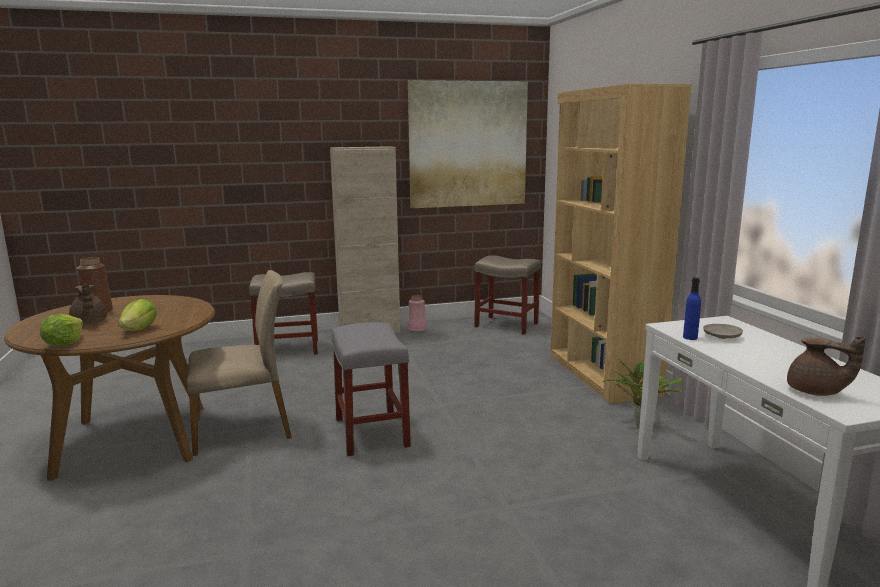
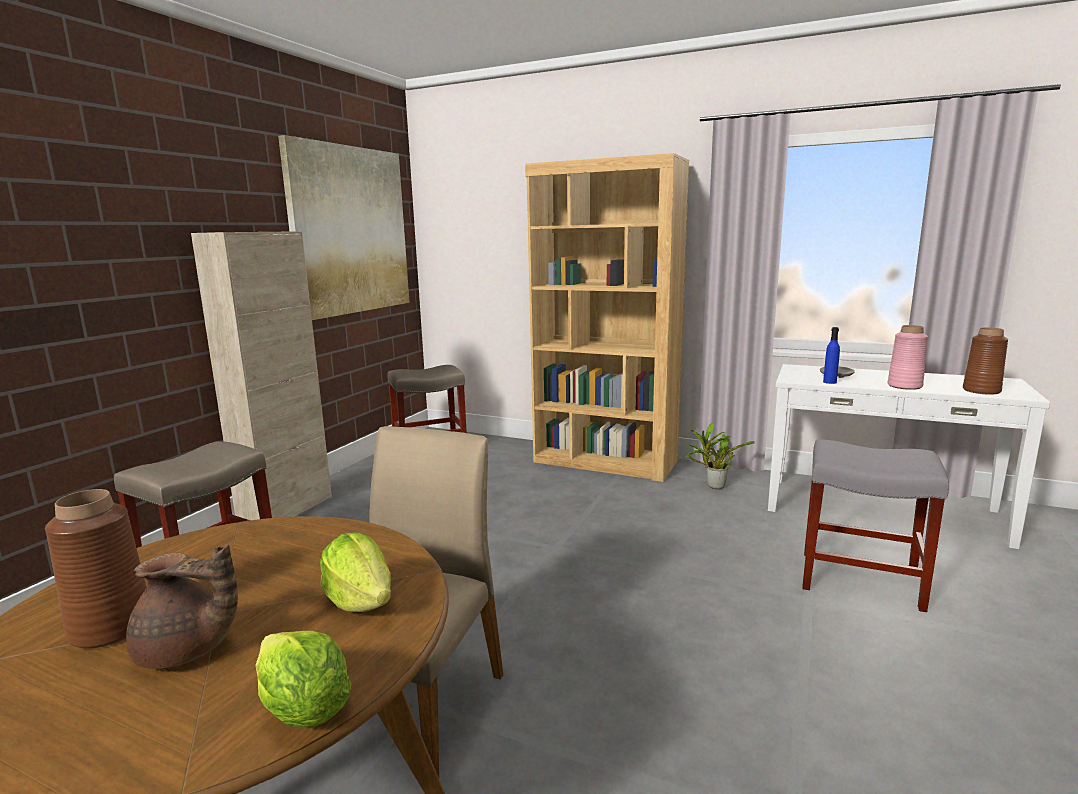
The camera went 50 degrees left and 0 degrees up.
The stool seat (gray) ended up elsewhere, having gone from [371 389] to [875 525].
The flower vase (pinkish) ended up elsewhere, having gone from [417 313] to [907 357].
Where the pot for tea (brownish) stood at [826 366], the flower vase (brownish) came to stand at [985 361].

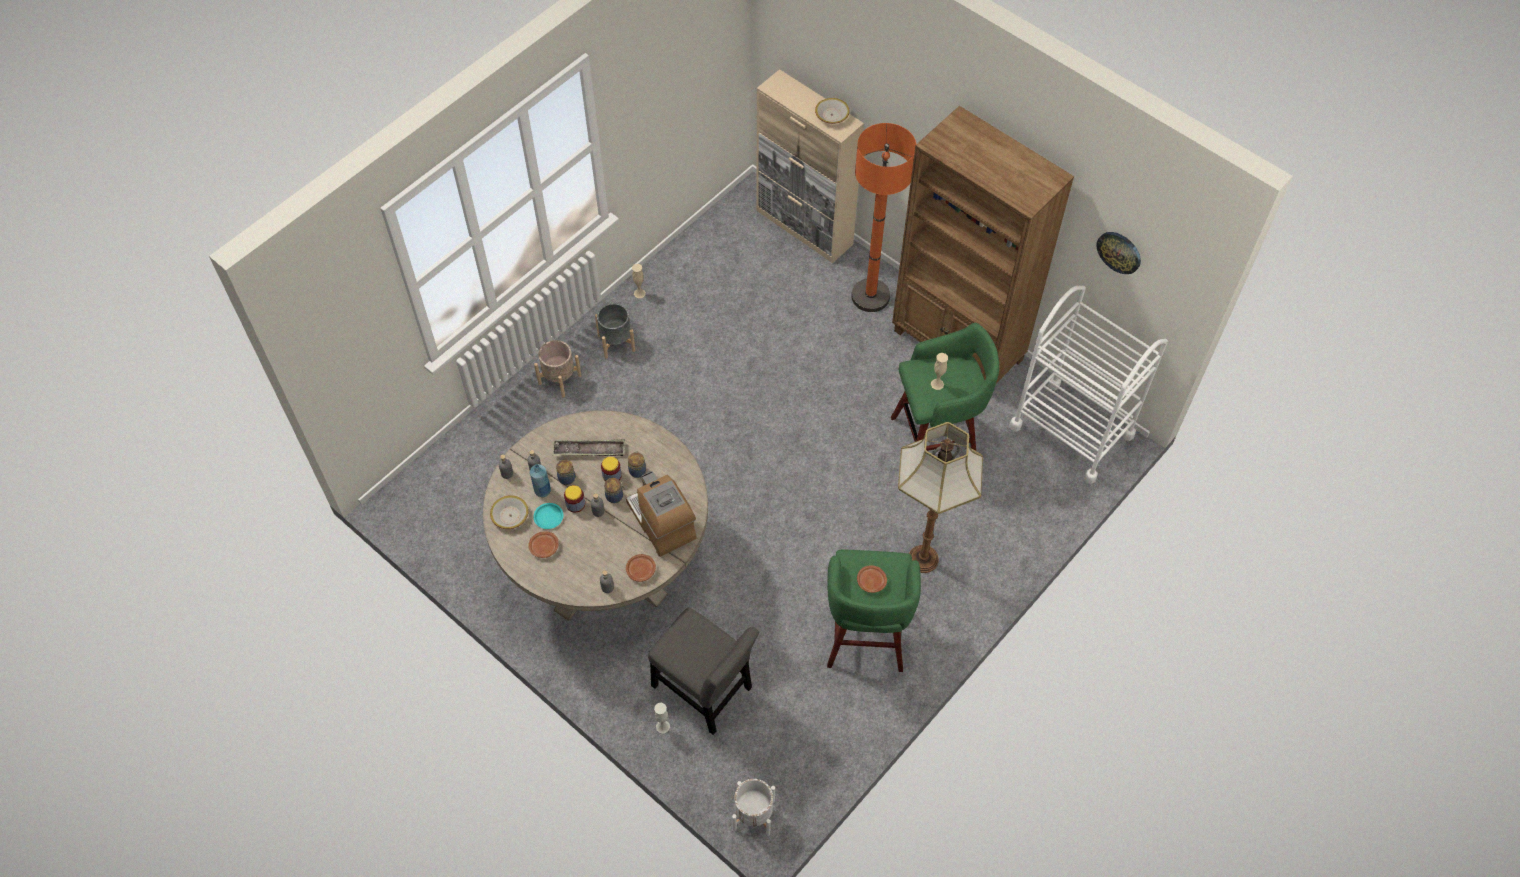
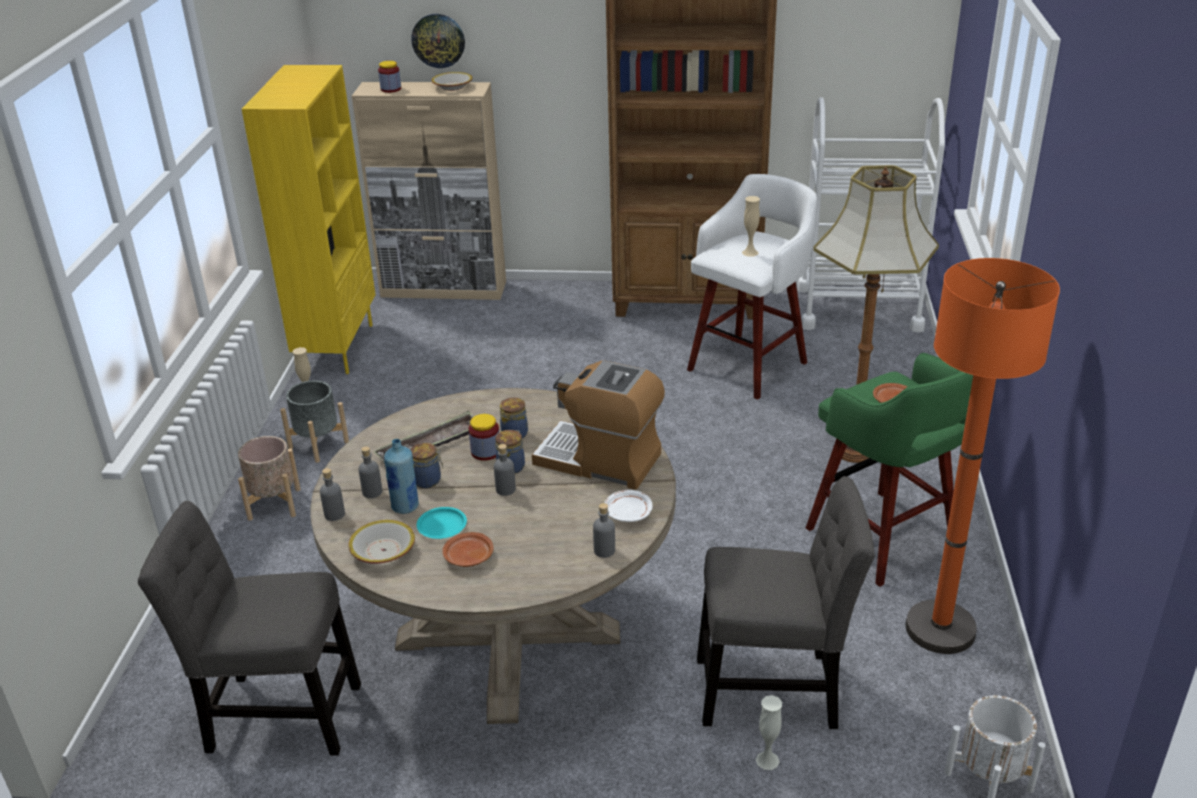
The camera went 35 degrees left and 25 degrees down.
The storage jar ended up elsewhere, having gone from [574 499] to [389 77].
What was the plate (brownish) at [641 568] turned into the plate (white-coloured) at [628 506].
The floor lamp (orangey) ended up elsewhere, having gone from [883 217] to [982 456].
What was the stool seat (green-coloured) at [945 387] turned into the stool seat (white-coloured) at [752 287].
The hanging clock ended up elsewhere, having gone from [1118 253] to [438 41].
The second view gained the plain chair (gray) at [249 628].
The second view gained the bookshelf (yellowish) at [309 219].

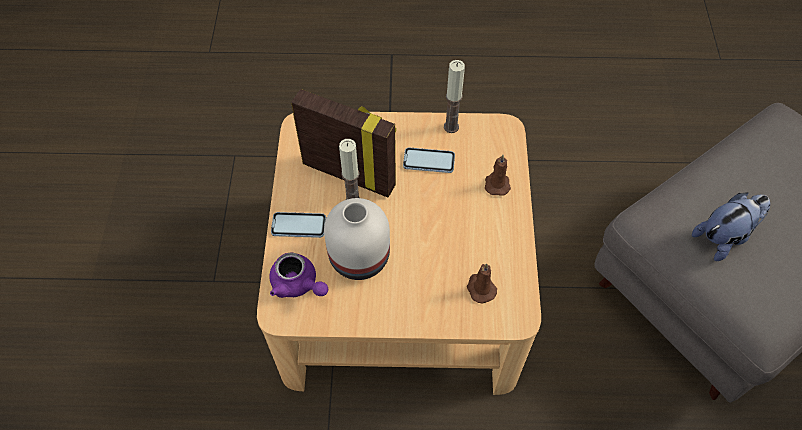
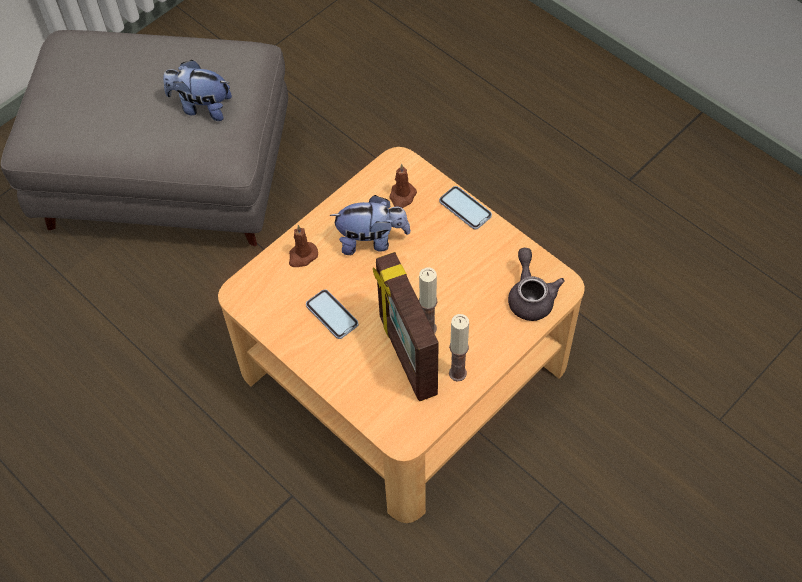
The camera went 135 degrees left and 0 degrees up.
What was the pot for tea (purplish) at [298 275] turned into the pot for tea (gray) at [536 284].
The telephone ended up elsewhere, having gone from [298 225] to [465 208].
The second view lost the flower vase (white-coloured) at [357 239].
The candle ended up elsewhere, having gone from [454 96] to [459 348].
The second view gained the soft toy at [370 225].

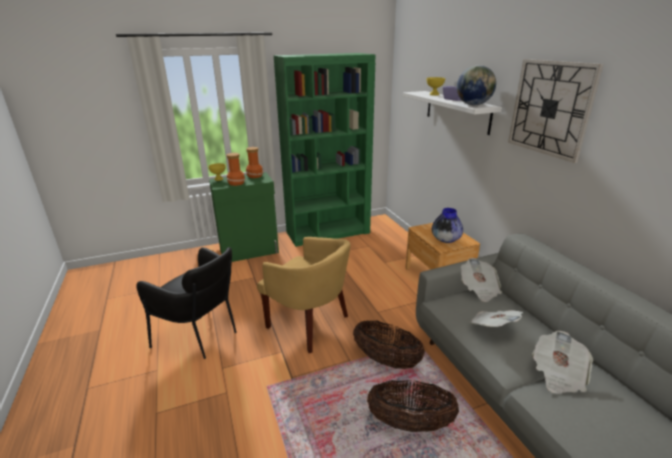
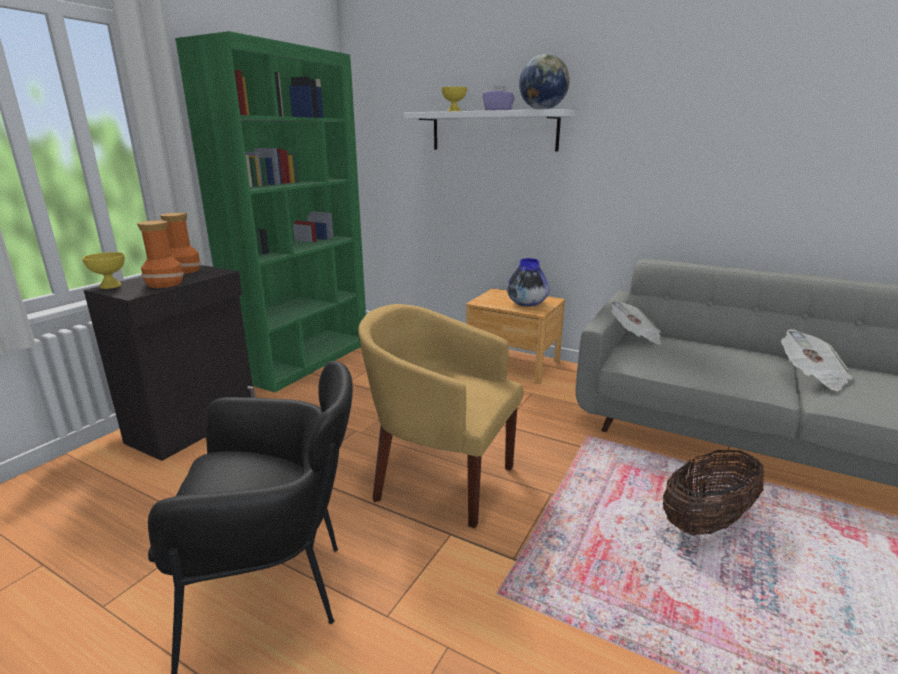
The camera went 40 degrees left and 5 degrees down.
What was the storage cabinet (green-coloured) at [244 217] turned into the storage cabinet (blackish) at [169 363].
The lounge chair (yellowish) at [304 295] ended up facing another way, 150 degrees counterclockwise from before.
The second view lost the household basket at [389 345].
The second view lost the printed paper at [496 318].
The second view lost the hanging clock at [556 111].

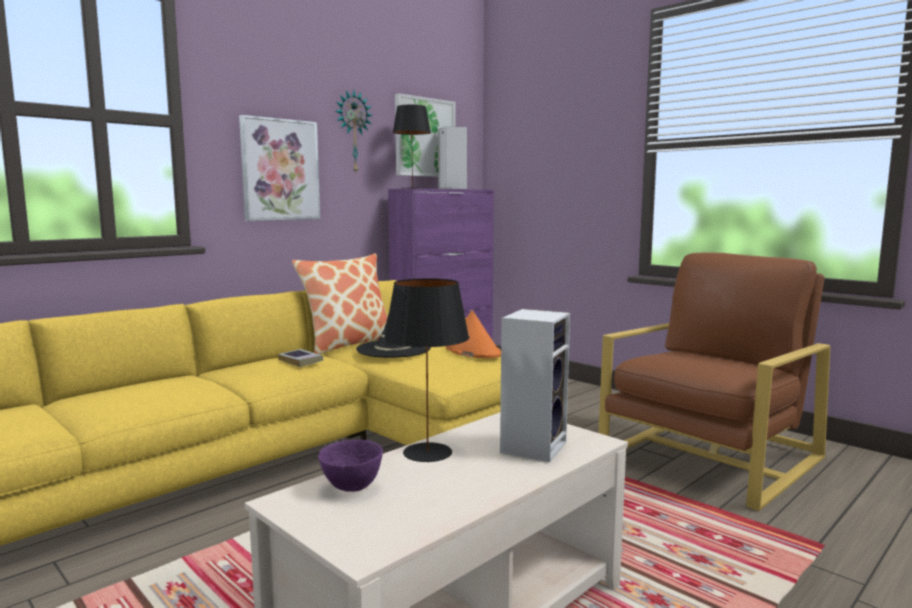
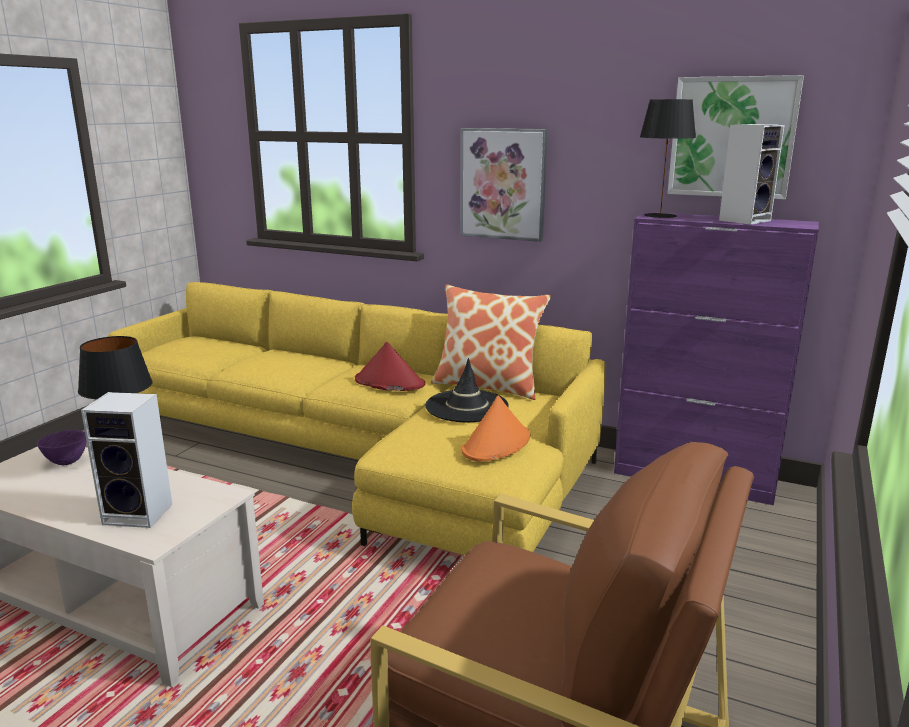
The camera went 70 degrees right and 10 degrees up.
Where the volume stood at [300 358], the hat (reddish) came to stand at [390 366].
The second view lost the hanging clock at [354 131].

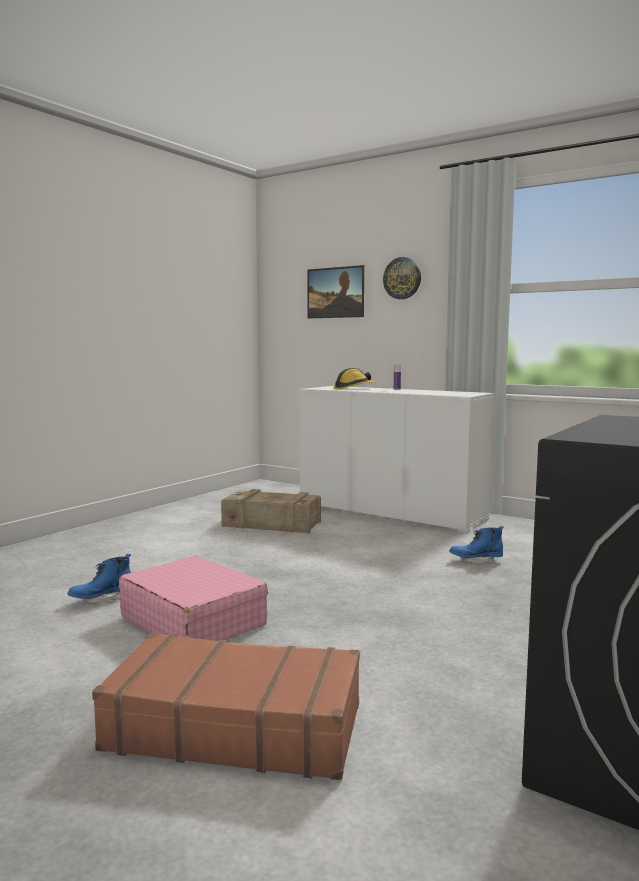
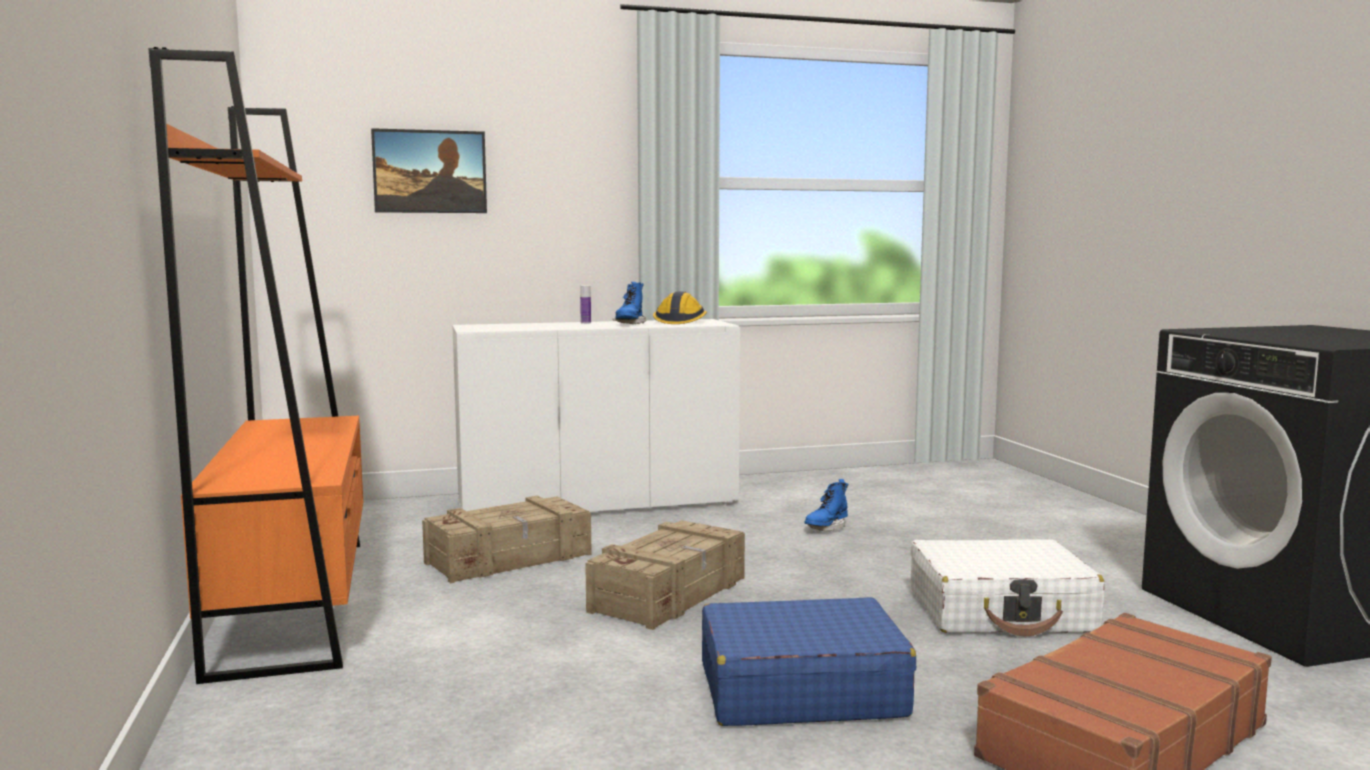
The camera went 50 degrees left and 0 degrees up.
The boot (blue) ended up elsewhere, having gone from [99 579] to [629 303].
What was the travel case (pinkish) at [193 598] turned into the travel case (blue) at [809 661].
The work helmet ended up elsewhere, having gone from [354 378] to [680 307].
The second view lost the hanging clock at [402 278].
The second view gained the bookshelf (orangey) at [256 365].
The second view gained the shipping crate at [665 575].
The second view gained the travel case (white-coloured) at [1007 587].

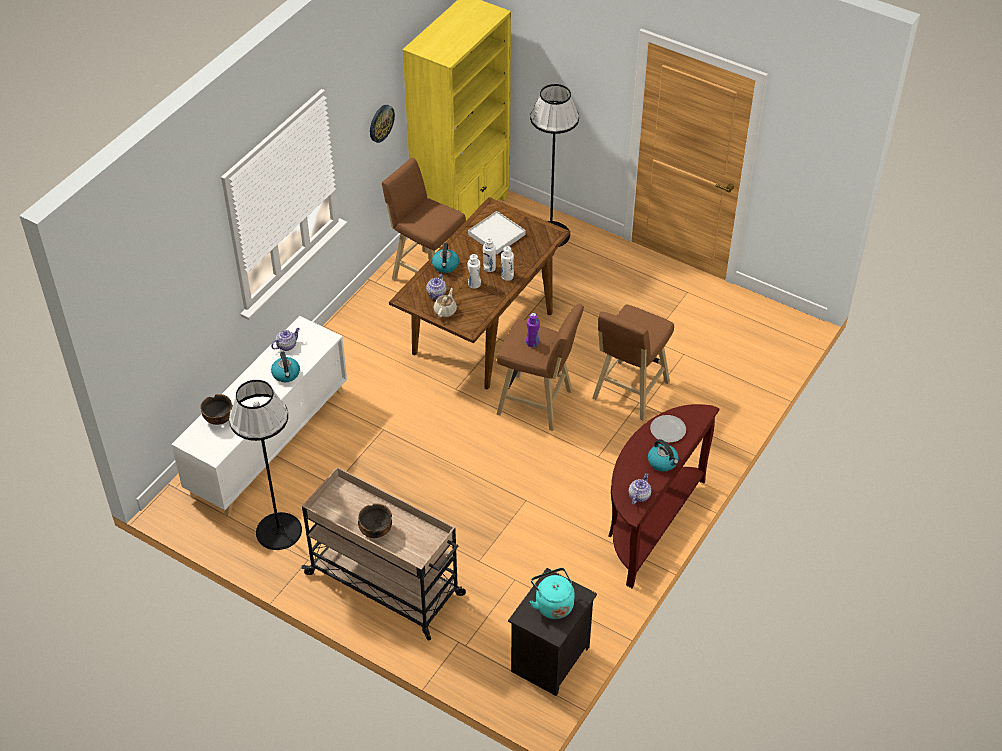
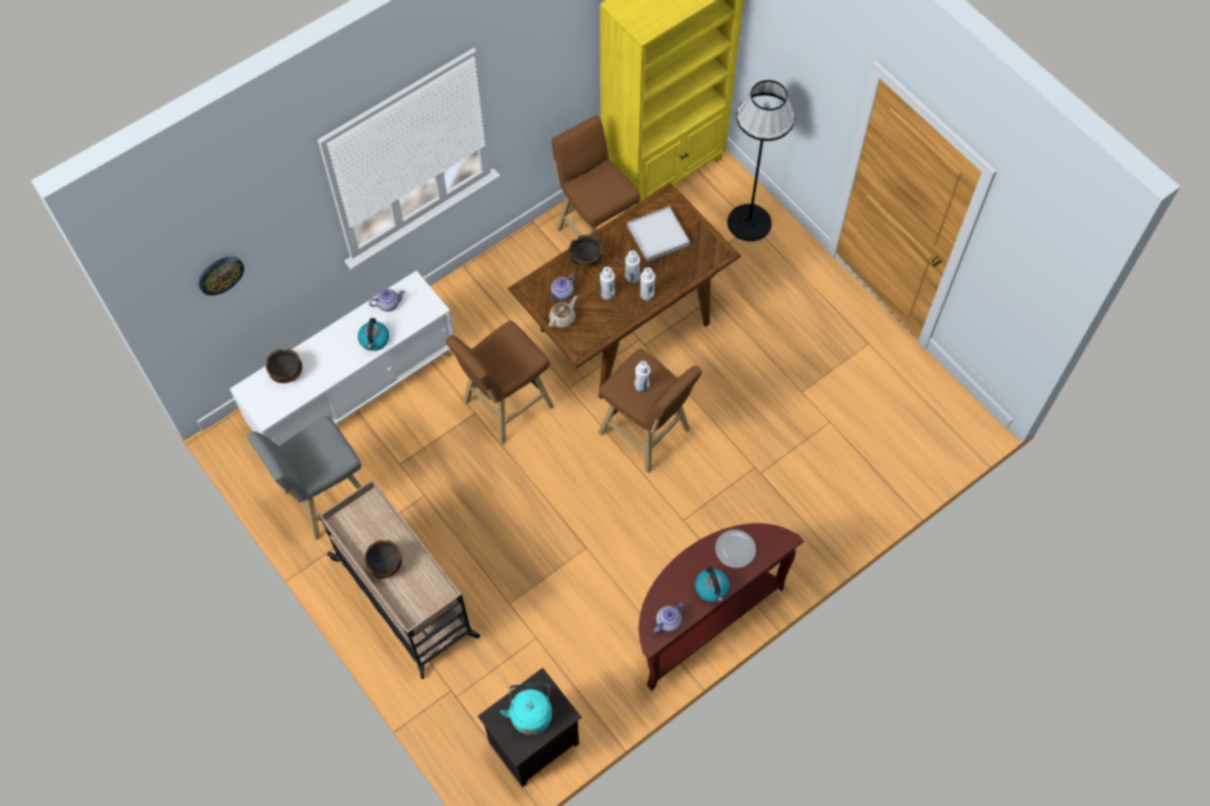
The camera went 20 degrees right and 15 degrees up.
Where the floor lamp (blackish) stood at [265 465], the stool seat (gray) came to stand at [304 478].
The hanging clock ended up elsewhere, having gone from [382 124] to [221 276].
Where the water kettle stood at [445 258], the serving bowl came to stand at [586 251].
What was the beverage bottle (purplish) at [533 330] turned into the beverage bottle (white-coloured) at [642 376].
The stool seat (brownish) ended up elsewhere, having gone from [633 363] to [500 382].

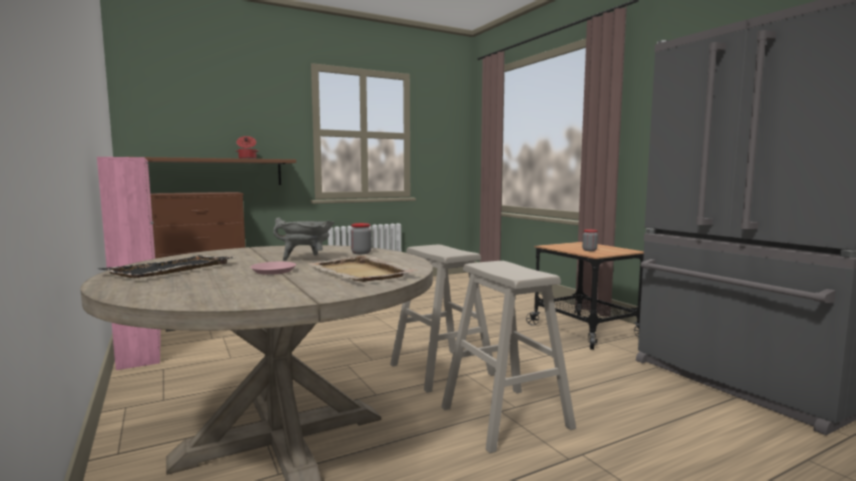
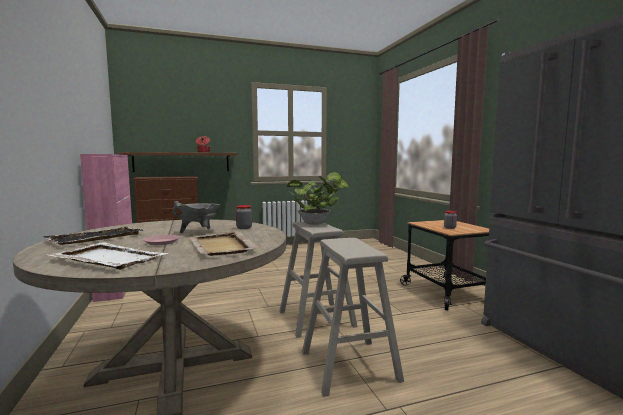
The camera went 10 degrees right and 0 degrees up.
The second view gained the tray (white-coloured) at [107 255].
The second view gained the houseplant at [317 198].

